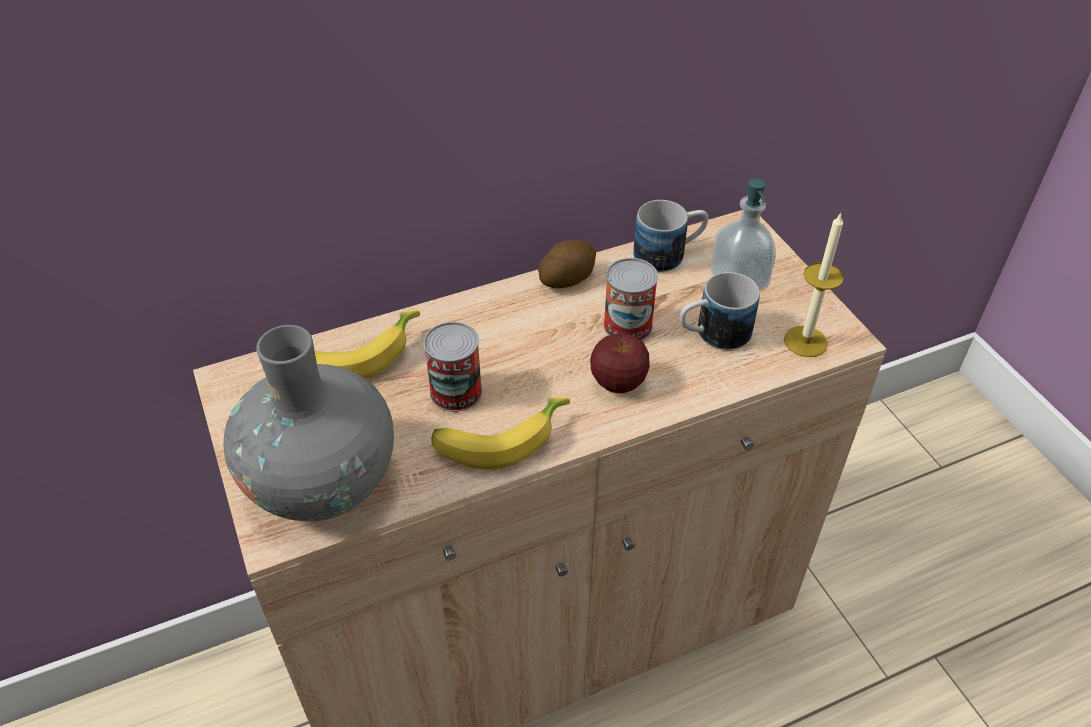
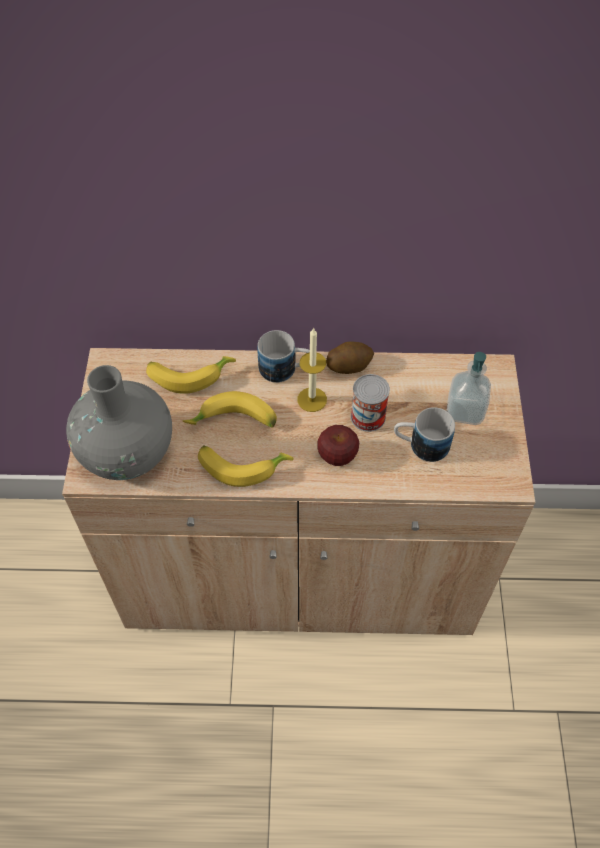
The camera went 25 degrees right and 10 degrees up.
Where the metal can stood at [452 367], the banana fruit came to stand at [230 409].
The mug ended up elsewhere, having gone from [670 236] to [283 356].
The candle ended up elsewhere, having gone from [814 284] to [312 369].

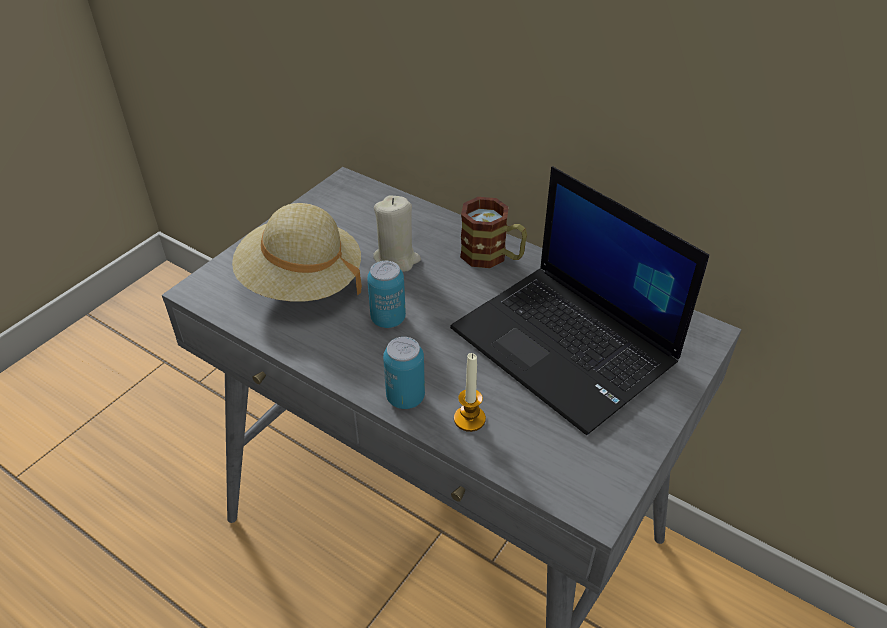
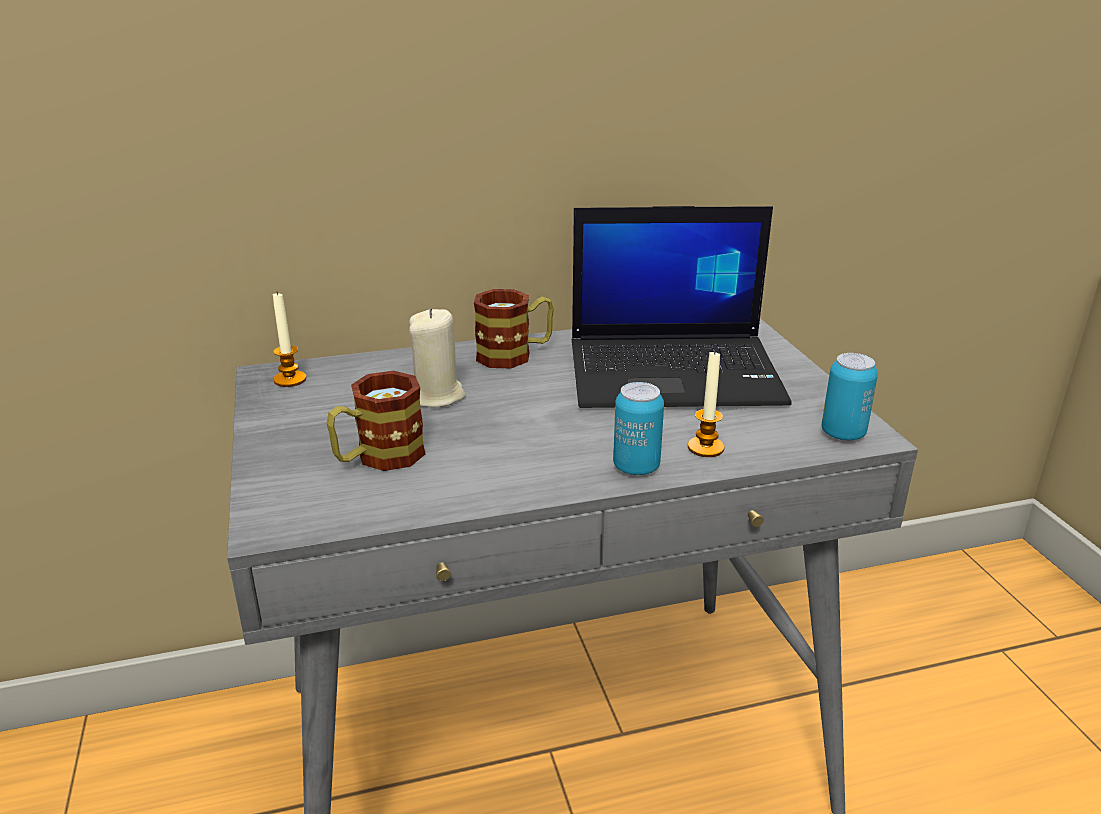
The camera went 50 degrees left and 15 degrees down.
Where the hat (sand-coloured) stood at [297 252], the mug came to stand at [375 421].
The metal can ended up elsewhere, having gone from [386 294] to [850 397].
The second view gained the candle at [289 339].

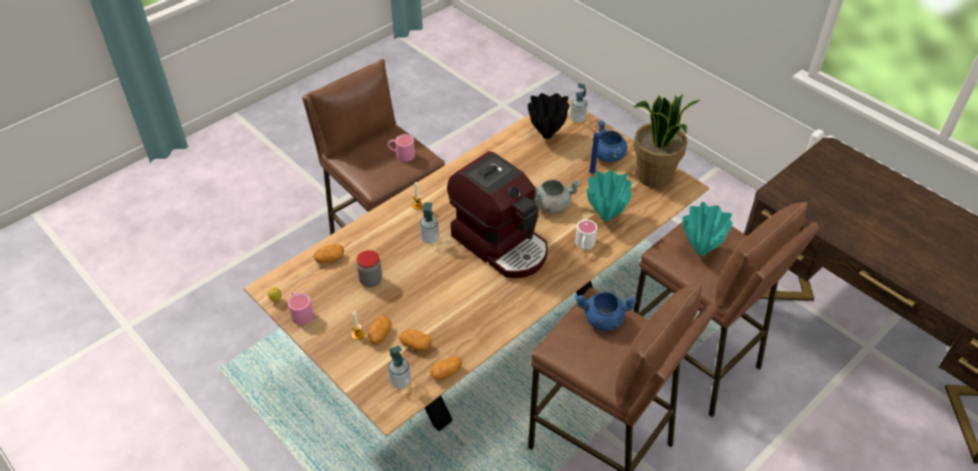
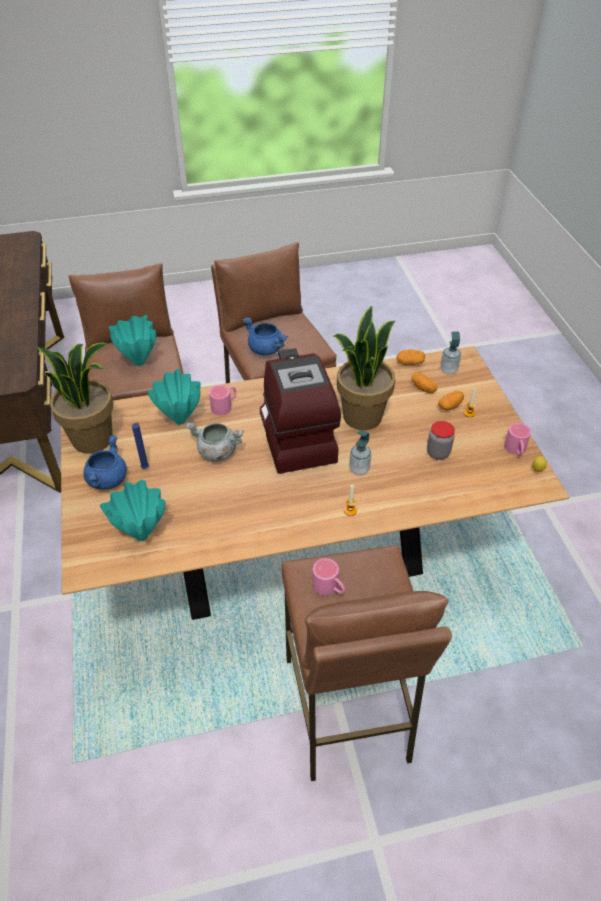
The camera went 150 degrees left and 0 degrees up.
The second view lost the spud at [329 254].
What was the flower vase (blackish) at [548 116] turned into the flower vase (blue-green) at [133 510].
The second view lost the liquid soap bottle at [579 103].
What was the mug (white-coloured) at [586 235] turned into the mug (pinkish) at [222 400].
The second view gained the houseplant at [365 368].

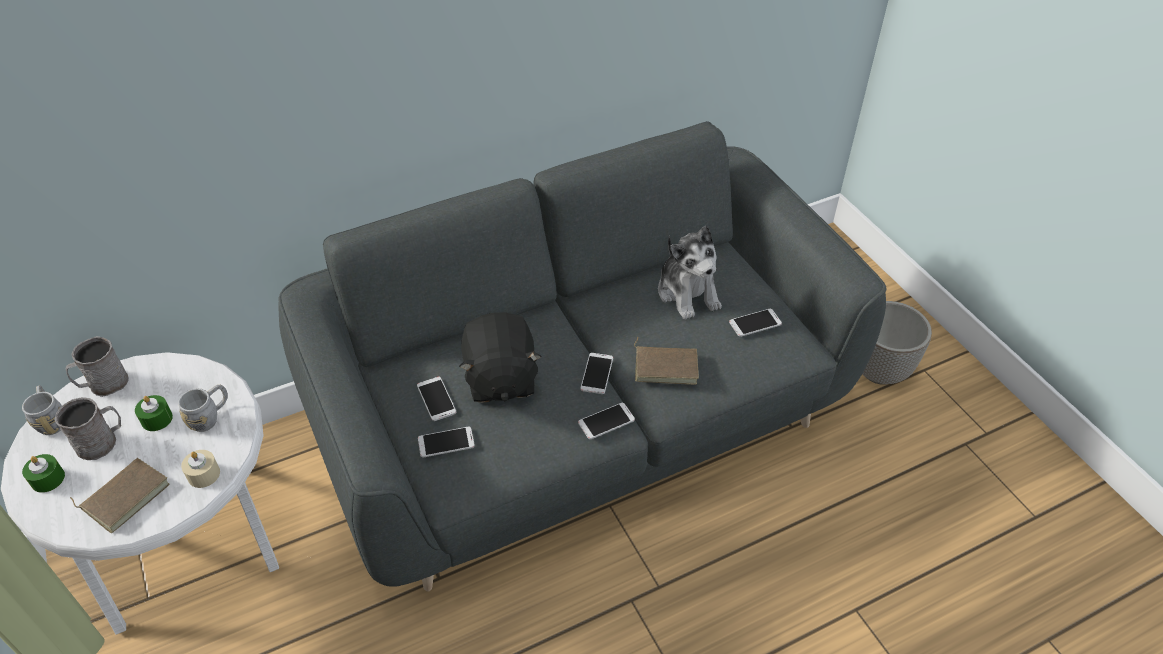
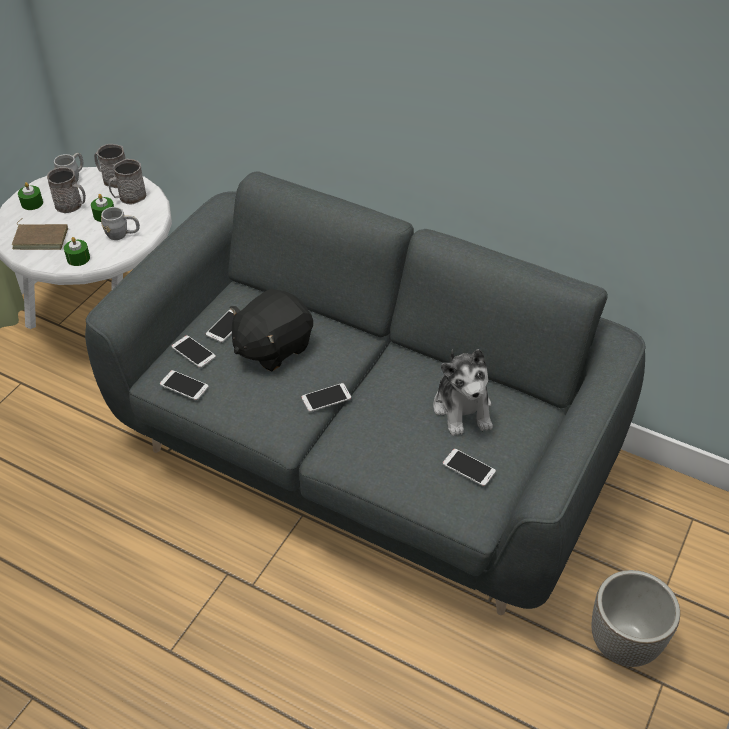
The camera went 55 degrees right and 0 degrees up.
What was the candle (sand-coloured) at [200 469] turned into the candle (green-coloured) at [77 251].
The telephone ended up elsewhere, having gone from [606 421] to [184 385].
The second view lost the volume (brownish) at [666 361].
The soft toy at [690 273] ended up facing another way, 45 degrees counterclockwise from before.
The second view gained the mug (gray) at [127 182].

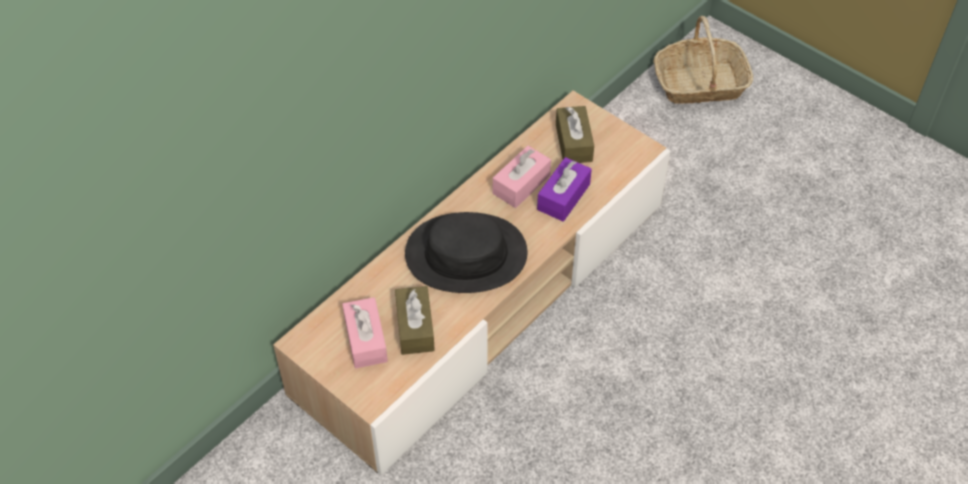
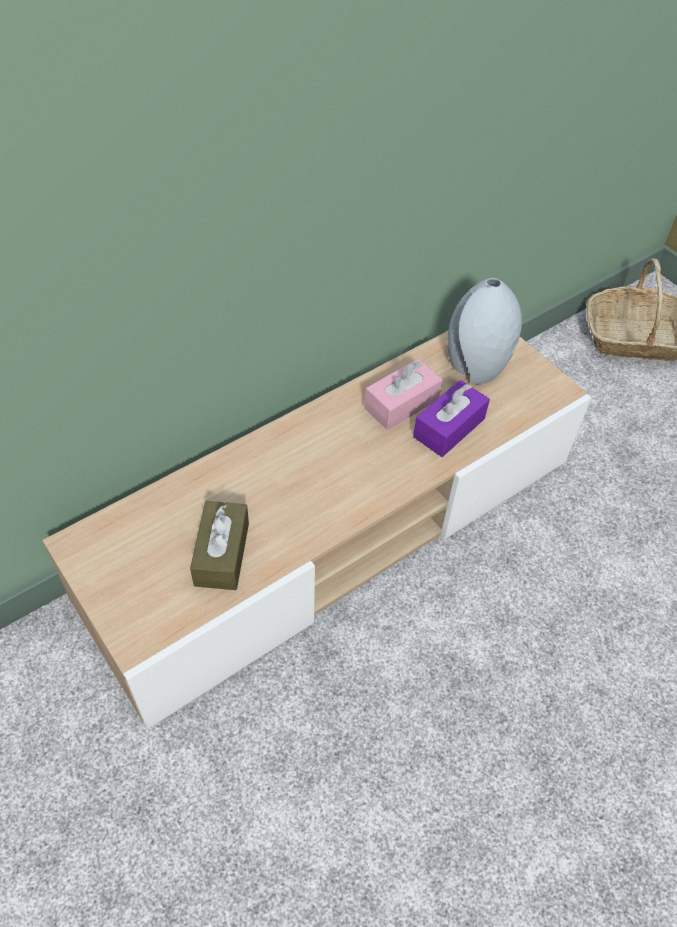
The camera went 10 degrees right and 0 degrees up.
The second view lost the tissue box (pinkish) at [365 332].
The second view lost the hat (blackish) at [466 252].
Where the tissue box (brownish) stood at [575 134], the flower vase (gray) came to stand at [484 331].

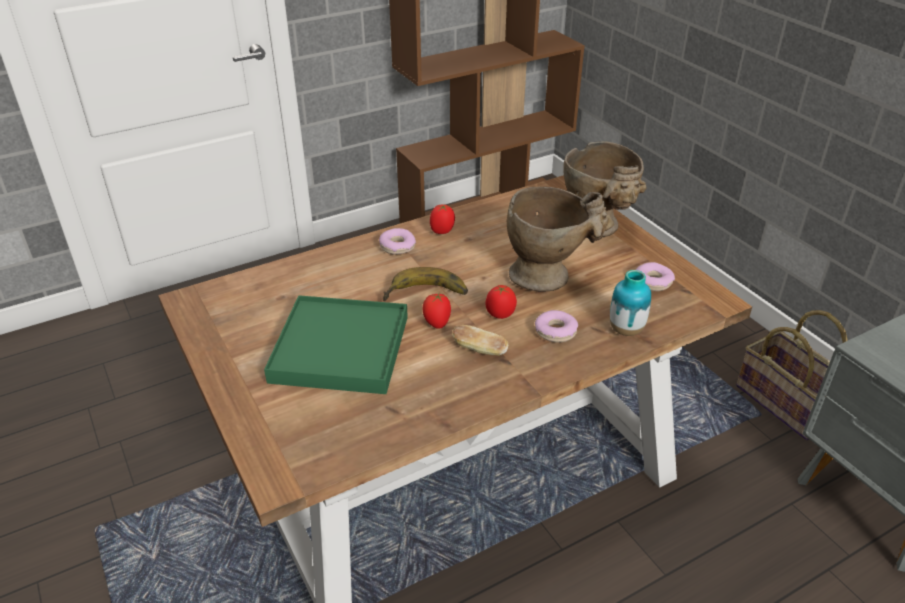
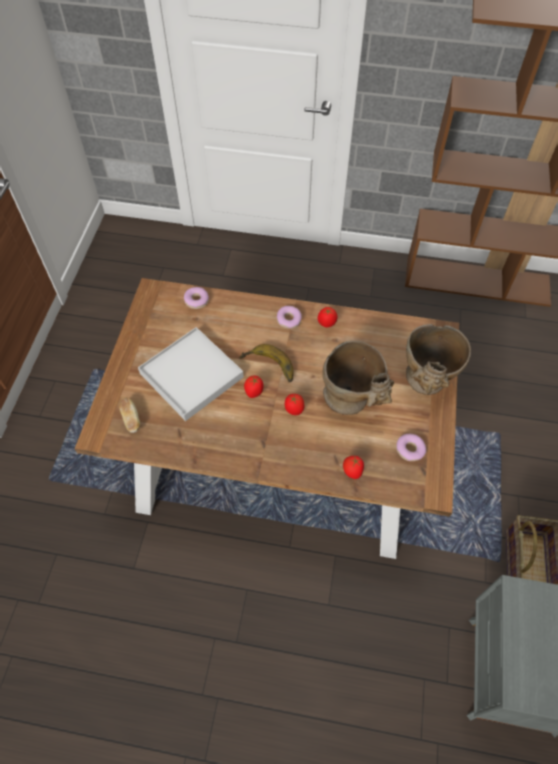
The camera went 40 degrees right and 20 degrees up.
What was the tray (green-coloured) at [336 344] turned into the tray (white-coloured) at [191 374].
The bakery bread ended up elsewhere, having gone from [480 340] to [129 415].
The doughnut ended up elsewhere, having gone from [556 326] to [196 298].
Where the flower vase stood at [630 303], the whole tomato came to stand at [353 467].

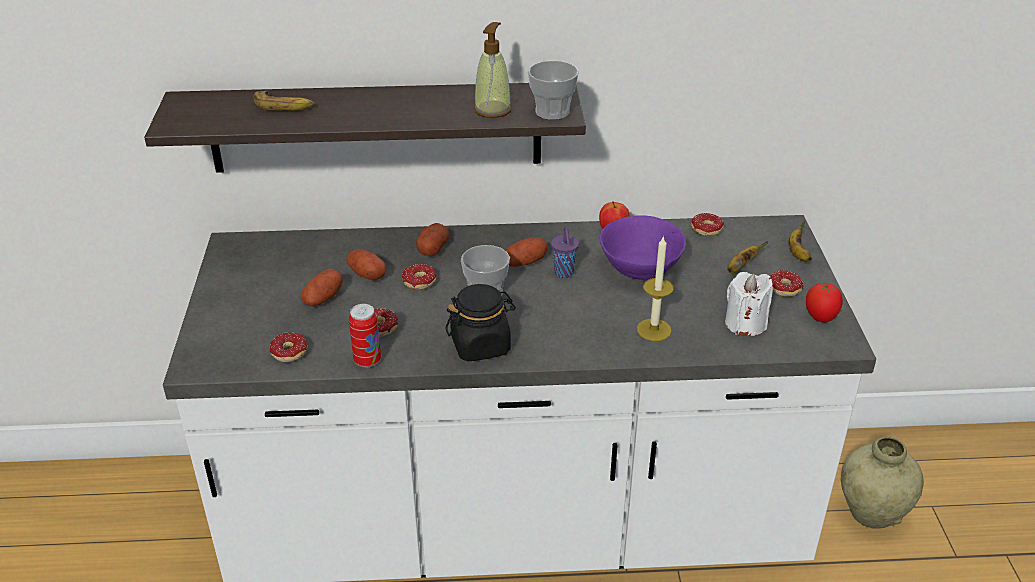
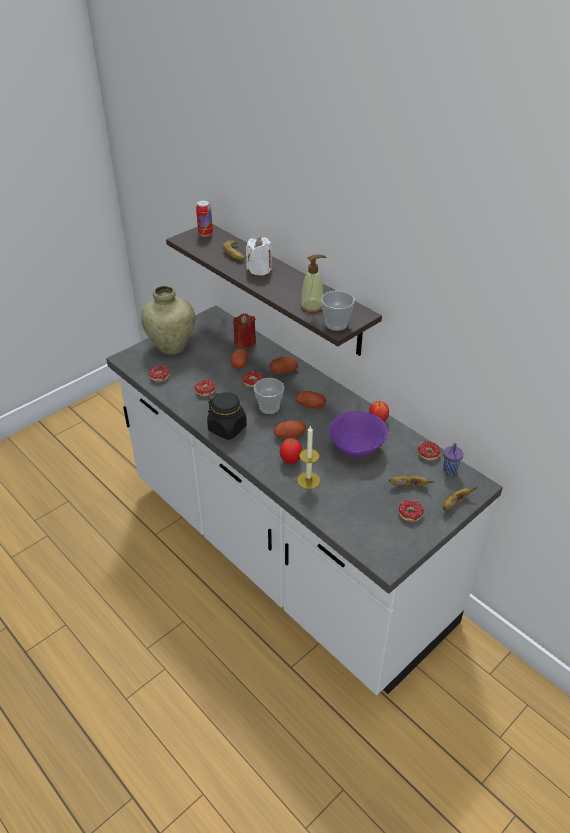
The camera went 50 degrees right and 5 degrees up.
The spud ended up elsewhere, having gone from [322 287] to [290 429].
The metal can ended up elsewhere, having gone from [365 336] to [204 218].
The small cup (purplish) ended up elsewhere, having gone from [565 252] to [453 459].
The candle (white-coloured) ended up elsewhere, having gone from [749 304] to [259 256].
The whole tomato ended up elsewhere, having gone from [824 302] to [291 451].
The flower vase (sand-coloured) ended up elsewhere, having gone from [882 483] to [168 320].
The second view gained the candle (reddish) at [244 330].

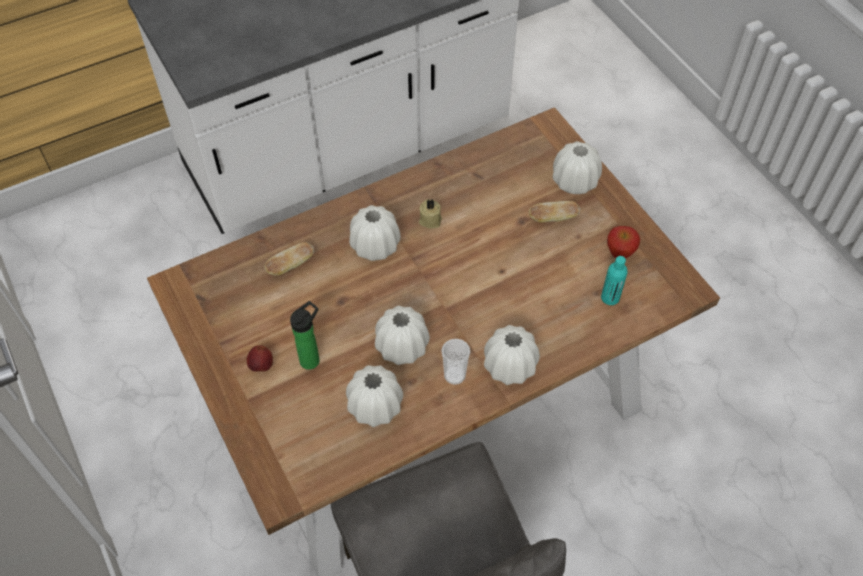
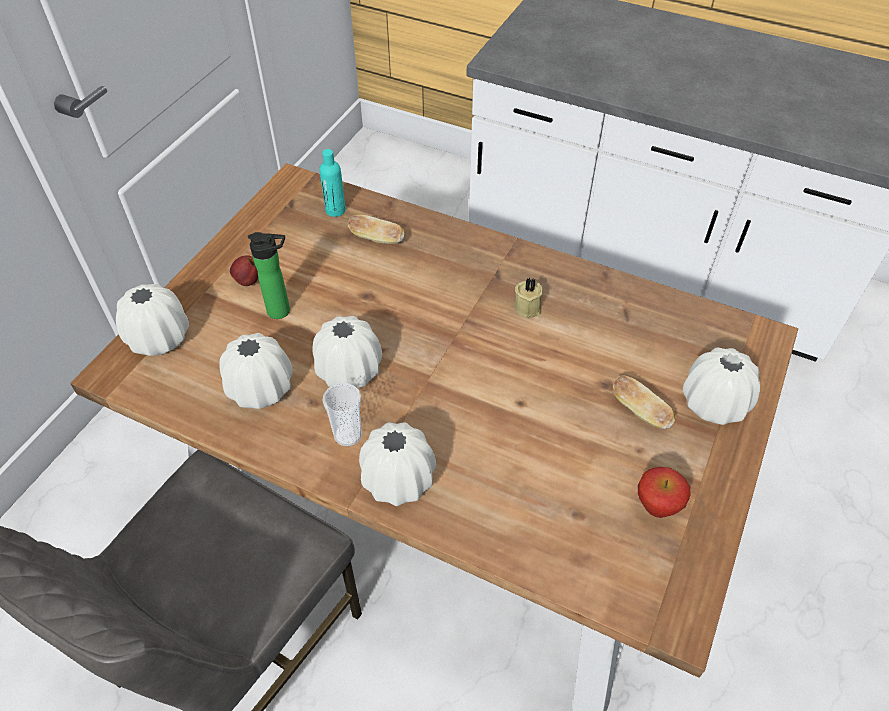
The camera went 55 degrees right and 5 degrees down.
The flower vase (white-coloured) ended up elsewhere, having gone from [375 233] to [152 320].
The beverage bottle (blue-green) ended up elsewhere, having gone from [614 280] to [332 183].

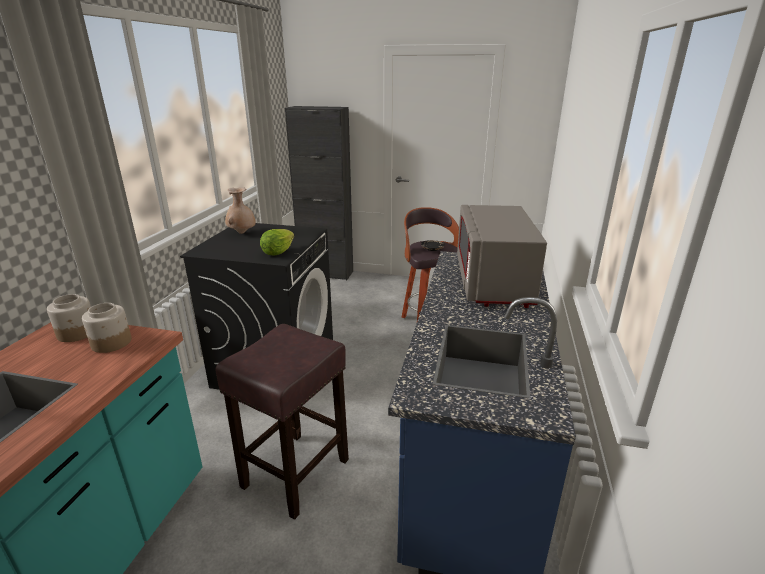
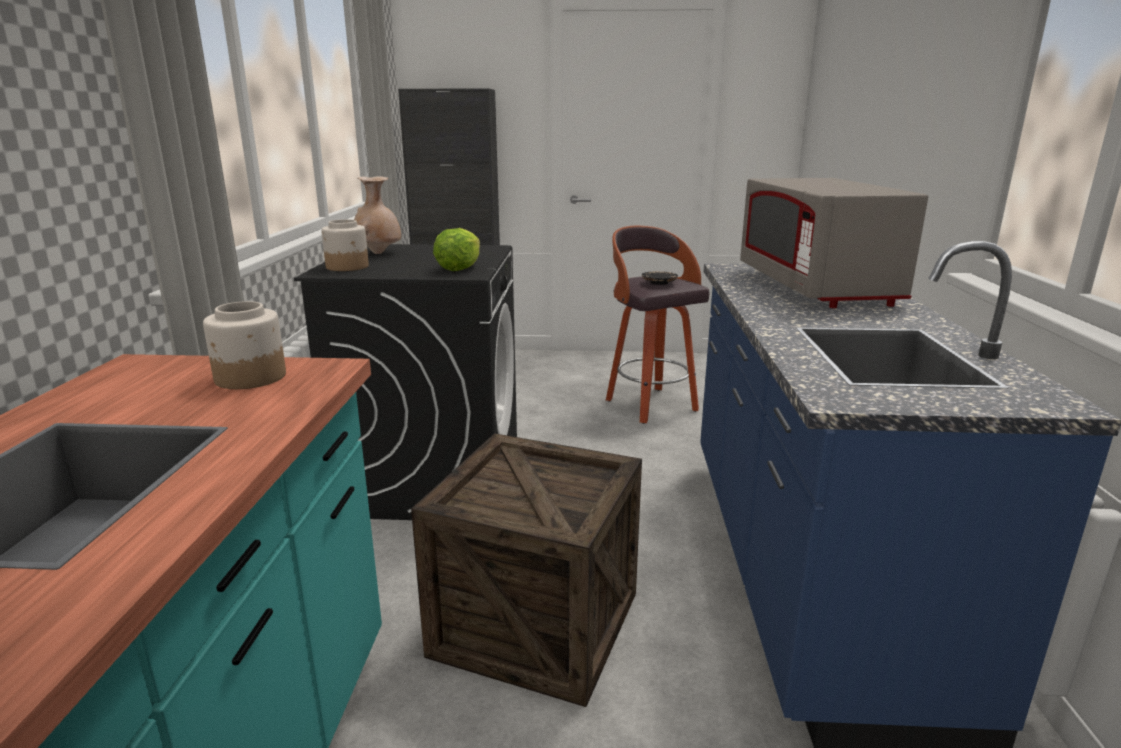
The camera went 10 degrees left and 5 degrees down.
The storage jar ended up elsewhere, having gone from [69 318] to [345 245].
Where the stool seat (brownish) stood at [282 422], the shipping crate came to stand at [526 570].

